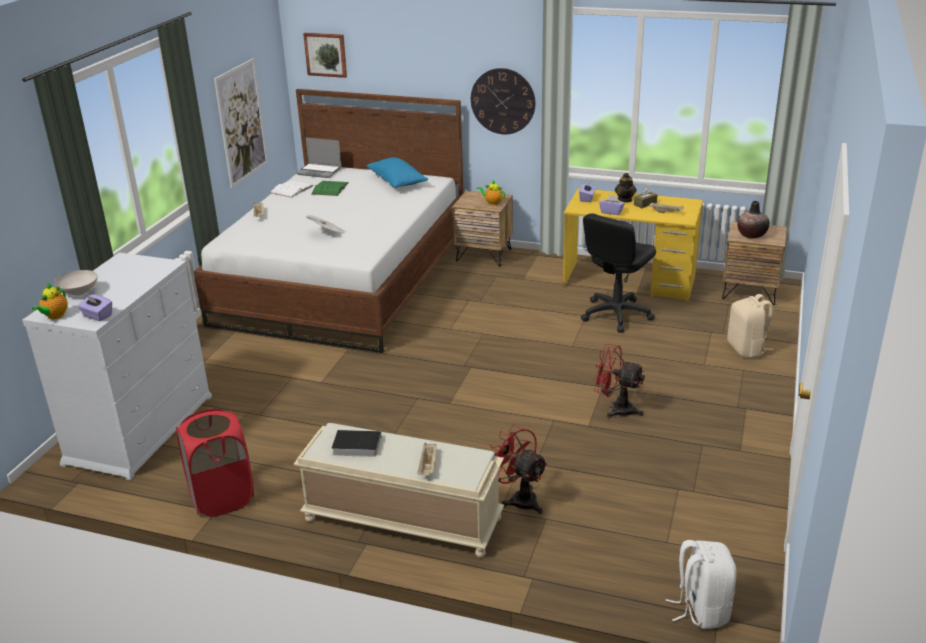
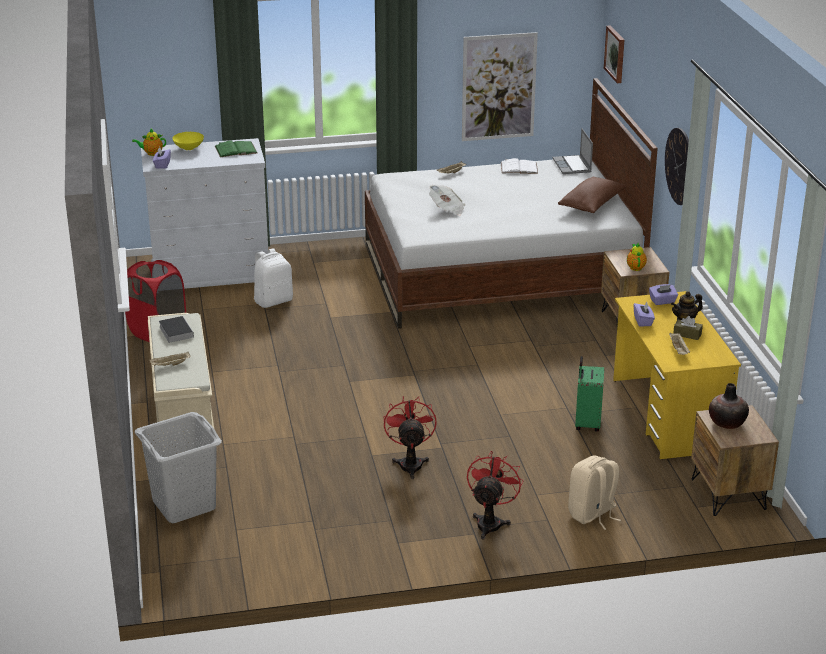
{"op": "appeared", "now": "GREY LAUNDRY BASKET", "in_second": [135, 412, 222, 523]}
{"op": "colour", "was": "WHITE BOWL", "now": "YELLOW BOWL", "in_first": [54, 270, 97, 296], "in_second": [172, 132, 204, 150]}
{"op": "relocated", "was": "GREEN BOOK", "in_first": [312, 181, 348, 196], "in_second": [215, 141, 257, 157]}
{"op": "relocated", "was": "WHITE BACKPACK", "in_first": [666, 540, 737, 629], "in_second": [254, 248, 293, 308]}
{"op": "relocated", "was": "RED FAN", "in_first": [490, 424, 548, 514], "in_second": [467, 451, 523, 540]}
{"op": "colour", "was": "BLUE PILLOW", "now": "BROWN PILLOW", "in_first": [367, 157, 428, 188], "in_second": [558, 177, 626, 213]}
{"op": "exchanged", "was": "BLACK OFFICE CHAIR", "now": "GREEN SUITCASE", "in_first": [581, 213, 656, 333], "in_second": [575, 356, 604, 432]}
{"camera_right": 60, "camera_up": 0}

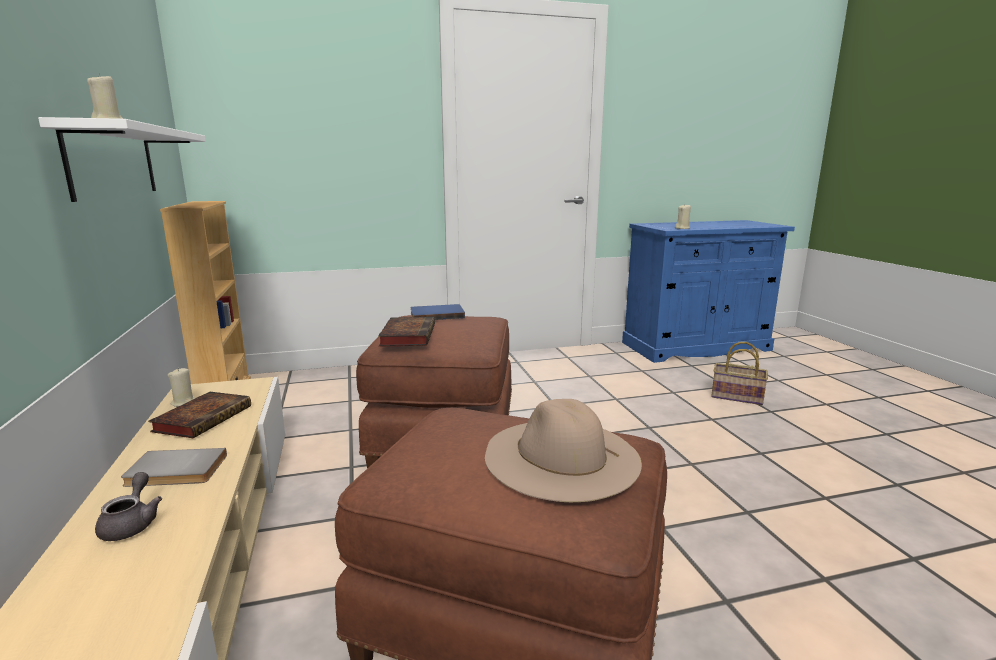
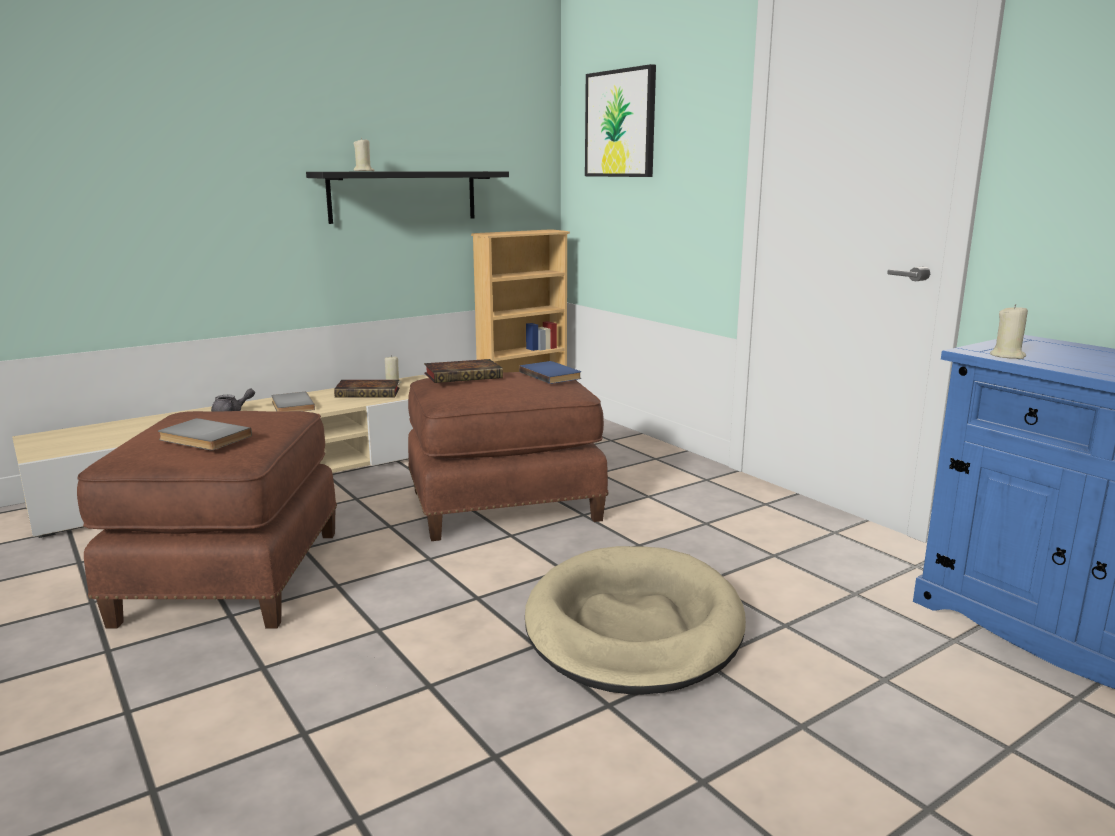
{"op": "exchanged", "was": "BEIGE HAT", "now": "GREY BOOK", "in_first": [485, 399, 642, 502], "in_second": [158, 418, 252, 450]}
{"op": "colour", "was": "WHITE SHELF", "now": "BLACK SHELF", "in_first": [38, 117, 206, 202], "in_second": [306, 171, 509, 224]}
{"op": "appeared", "now": "BEIGE DOG BED", "in_second": [525, 546, 746, 694]}
{"op": "appeared", "now": "PICTURE", "in_second": [585, 64, 656, 177]}
{"op": "missing", "was": "BASKET", "in_first": [711, 342, 768, 405]}
{"camera_right": 70, "camera_up": 0}

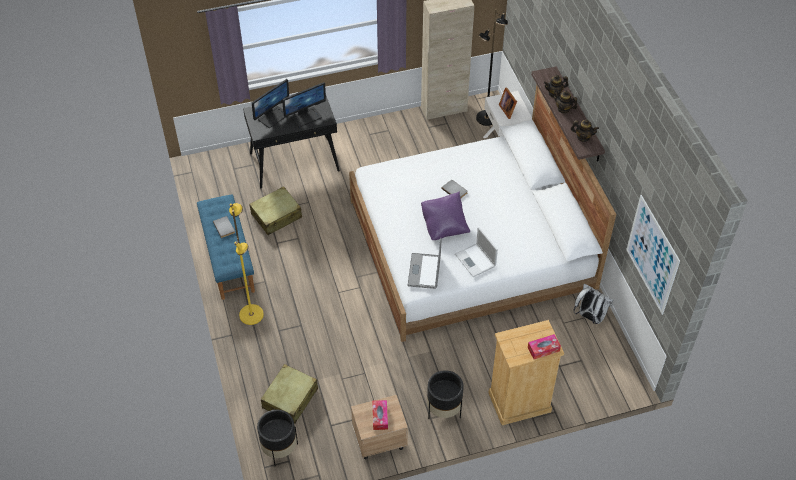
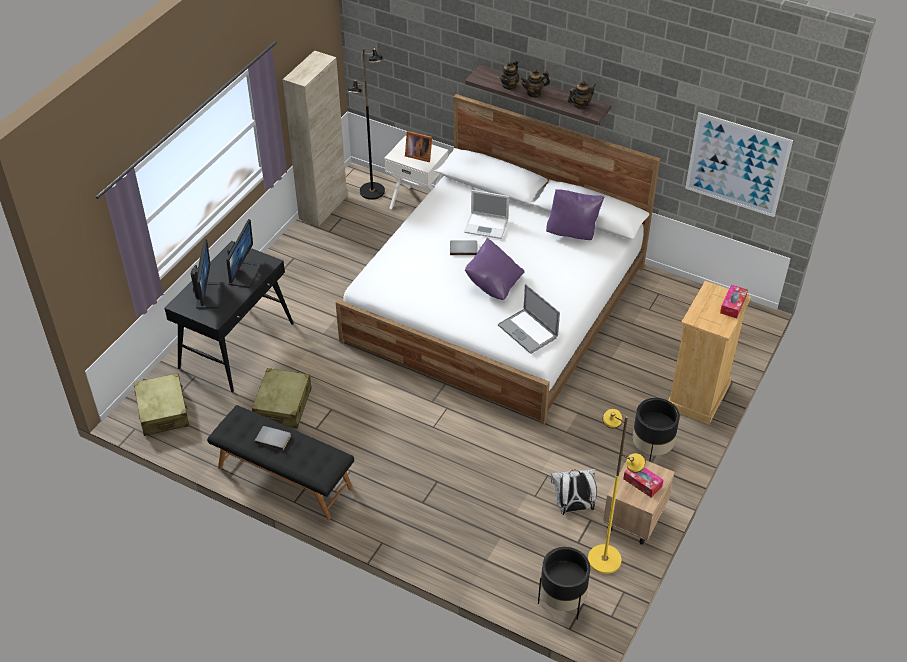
{"op": "relocated", "was": "BEIGE SUITCASE", "in_first": [261, 364, 318, 424], "in_second": [133, 373, 189, 436]}
{"op": "colour", "was": "BLUE BENCH", "now": "BLACK BENCH", "in_first": [197, 194, 255, 300], "in_second": [207, 405, 354, 520]}
{"op": "relocated", "was": "LAPTOP", "in_first": [455, 227, 498, 277], "in_second": [464, 190, 509, 239]}
{"op": "appeared", "now": "PURPLE PILLOW", "in_second": [546, 189, 604, 240]}
{"op": "relocated", "was": "WHITE BACKPACK", "in_first": [574, 284, 613, 324], "in_second": [551, 469, 597, 515]}
{"op": "relocated", "was": "YELLOW FLOOR LAMP", "in_first": [229, 203, 264, 325], "in_second": [588, 409, 646, 574]}
{"camera_right": -45, "camera_up": -5}

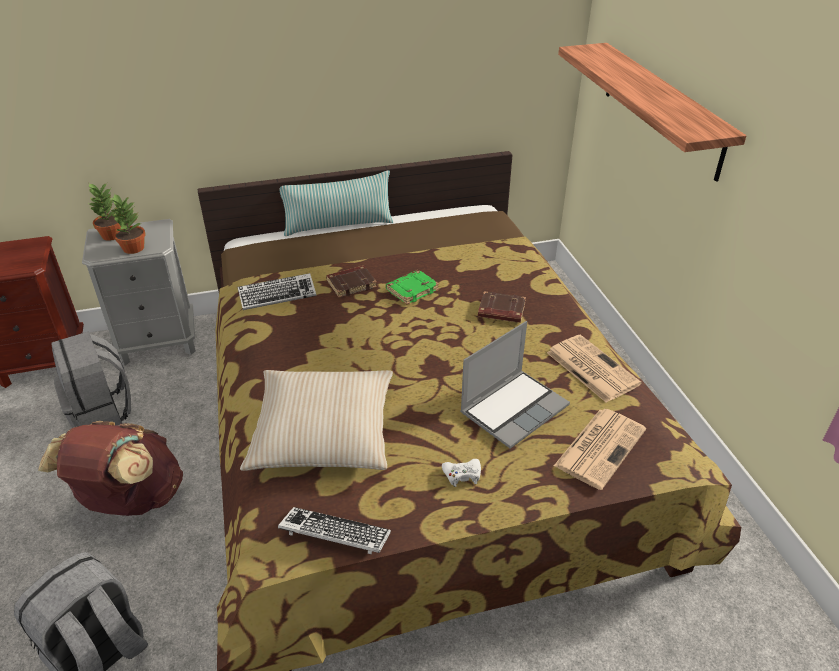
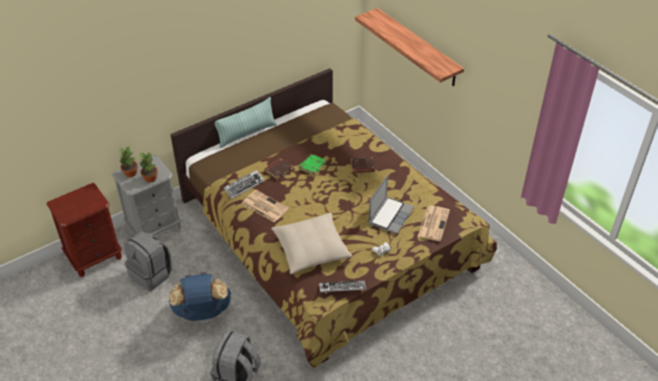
{"op": "colour", "was": "BROWN BACKPACK", "now": "BLUE BACKPACK", "in_first": [38, 421, 183, 516], "in_second": [169, 272, 232, 321]}
{"op": "relocated", "was": "NEWSPAPER", "in_first": [547, 335, 642, 403], "in_second": [242, 190, 289, 223]}
{"camera_right": -20, "camera_up": 5}

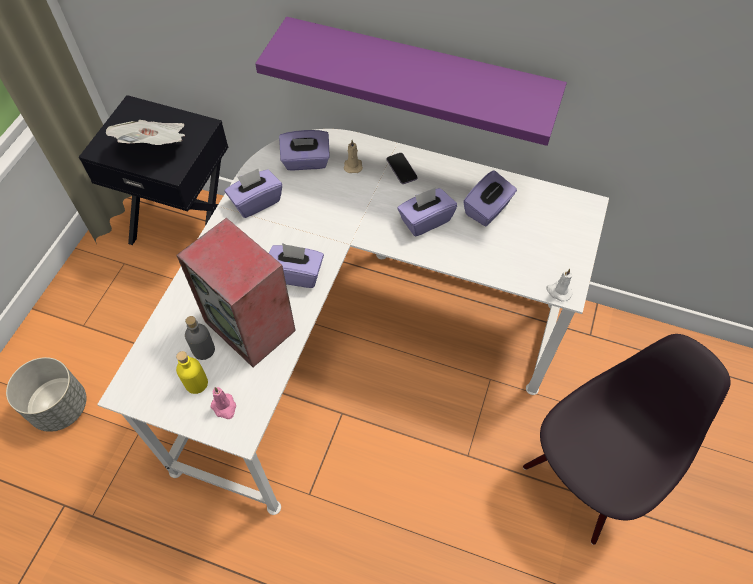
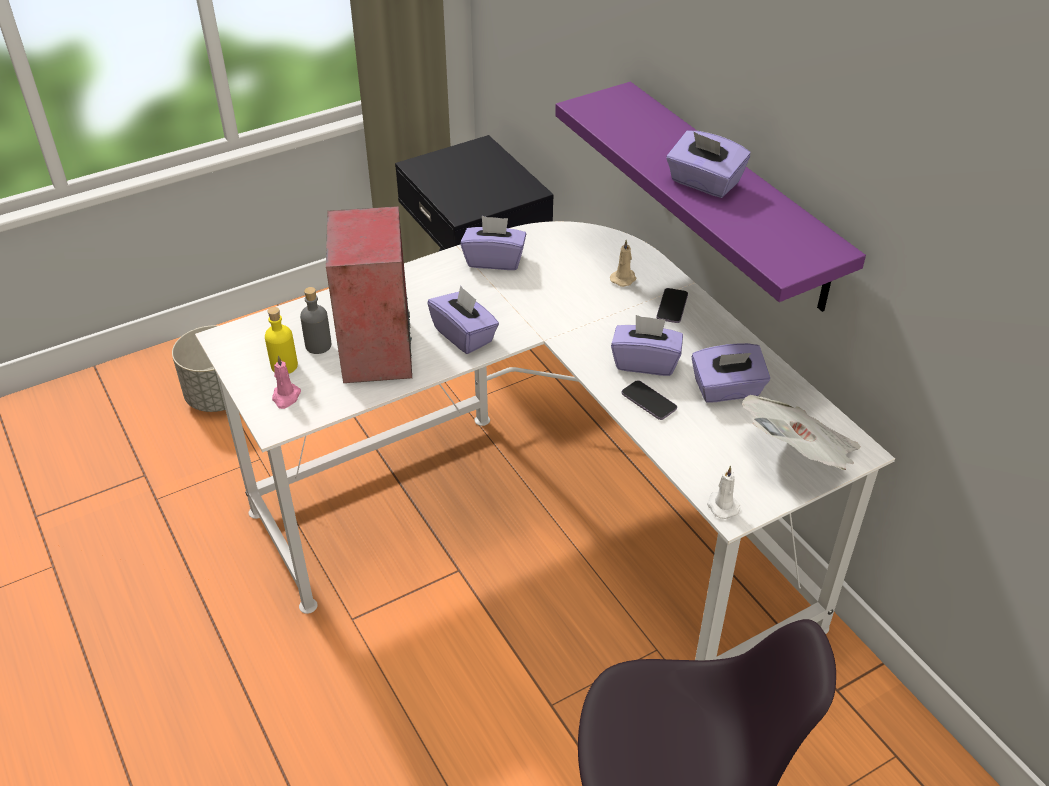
{"op": "appeared", "now": "PHONE", "in_second": [622, 380, 677, 420]}
{"op": "relocated", "was": "PURPLE TISSUE BOX", "in_first": [279, 130, 330, 170], "in_second": [666, 131, 751, 198]}
{"op": "relocated", "was": "NEWSPAPER", "in_first": [106, 120, 185, 145], "in_second": [742, 395, 860, 470]}
{"camera_right": 40, "camera_up": -15}

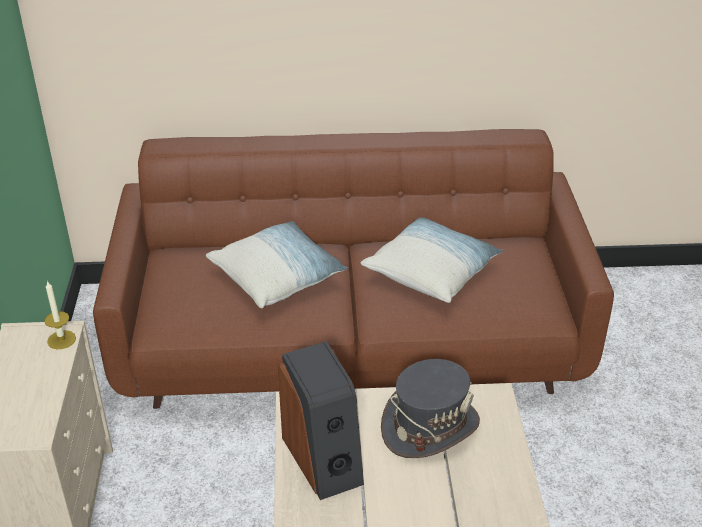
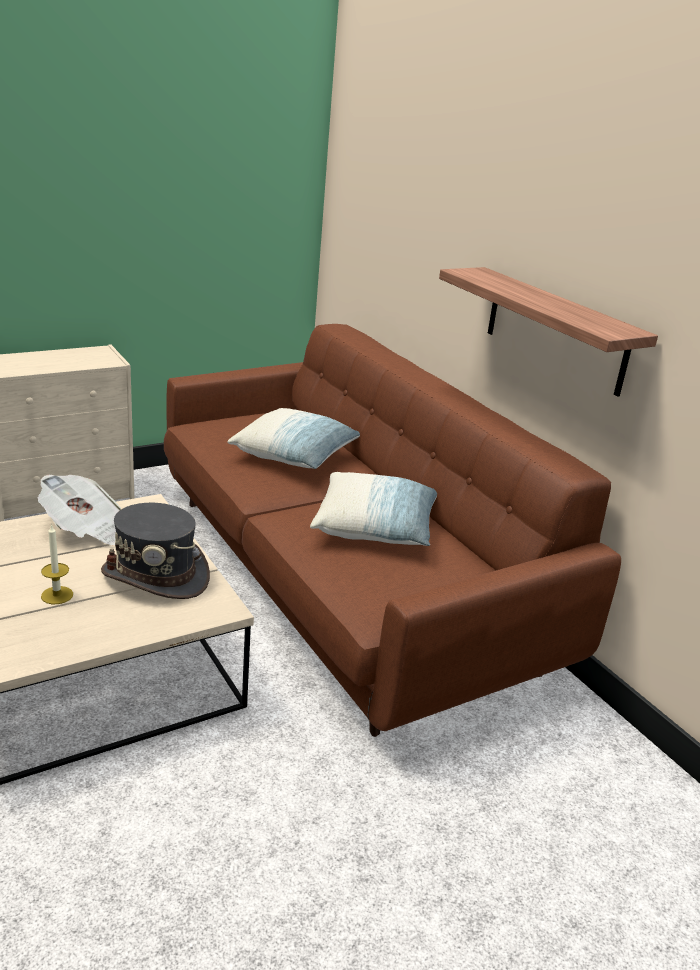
{"op": "exchanged", "was": "SPEAKER", "now": "NEWSPAPER", "in_first": [278, 341, 364, 500], "in_second": [37, 475, 121, 545]}
{"op": "relocated", "was": "CANDLE", "in_first": [44, 281, 76, 349], "in_second": [41, 524, 73, 604]}
{"op": "appeared", "now": "SHELF", "in_second": [439, 267, 658, 396]}
{"camera_right": 60, "camera_up": -10}

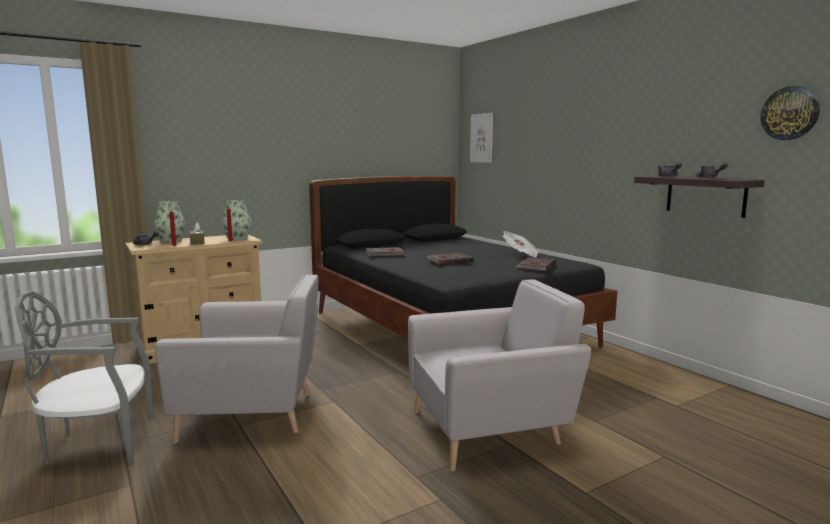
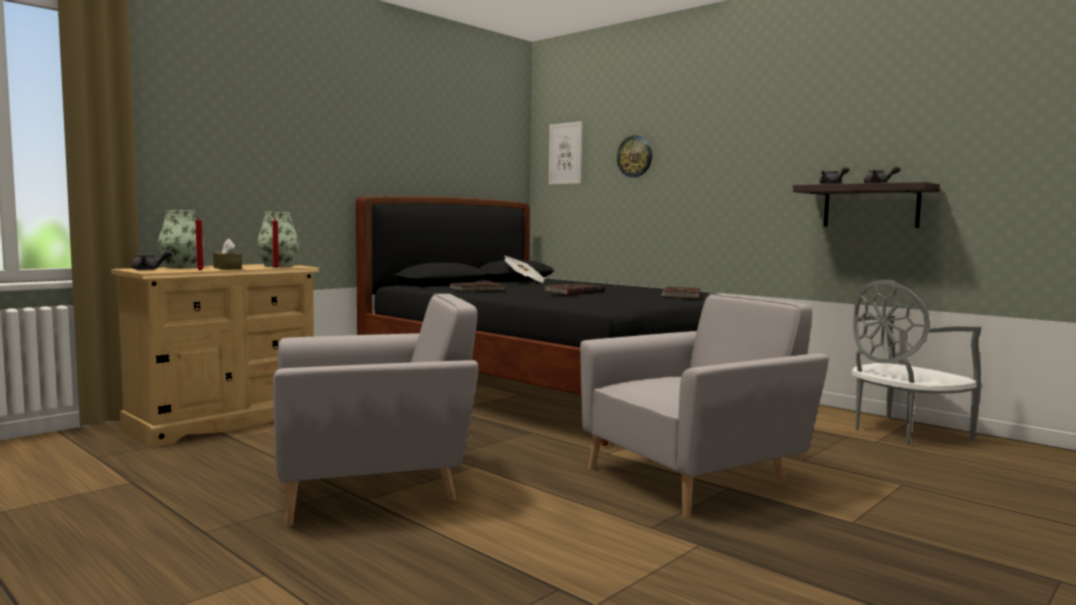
{"op": "relocated", "was": "NEWSPAPER", "in_first": [503, 231, 539, 257], "in_second": [505, 256, 545, 283]}
{"op": "relocated", "was": "WALL CLOCK", "in_first": [760, 86, 820, 140], "in_second": [617, 135, 652, 177]}
{"op": "relocated", "was": "GREY CHAIR", "in_first": [15, 291, 154, 465], "in_second": [851, 280, 981, 445]}
{"camera_right": -15, "camera_up": -5}

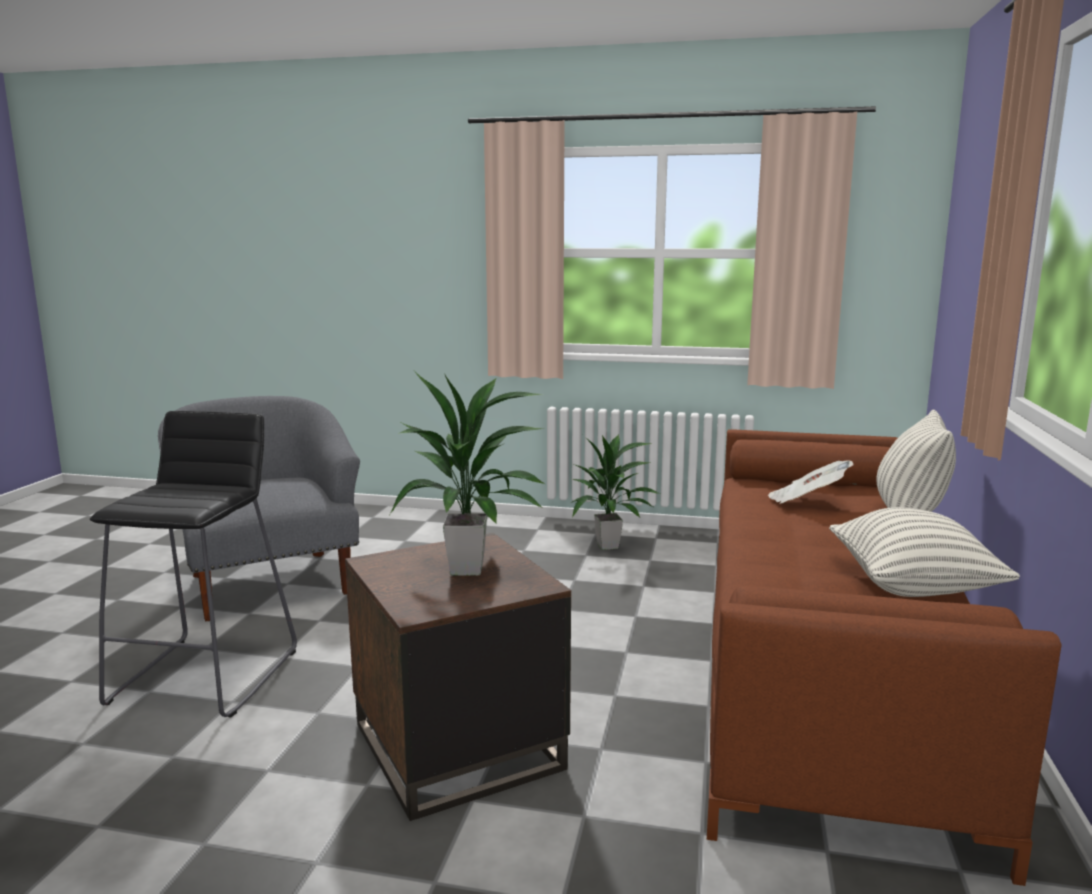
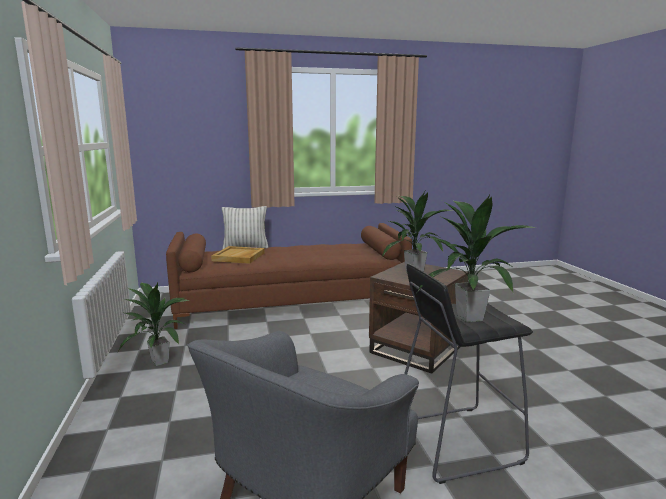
{"op": "exchanged", "was": "NEWSPAPER", "now": "BEIGE TRAY", "in_first": [768, 460, 854, 504], "in_second": [211, 246, 265, 264]}
{"op": "appeared", "now": "POTTED PLANT", "in_second": [417, 195, 537, 322]}
{"op": "missing", "was": "PILLOW", "in_first": [829, 507, 1020, 597]}
{"camera_right": -115, "camera_up": 0}

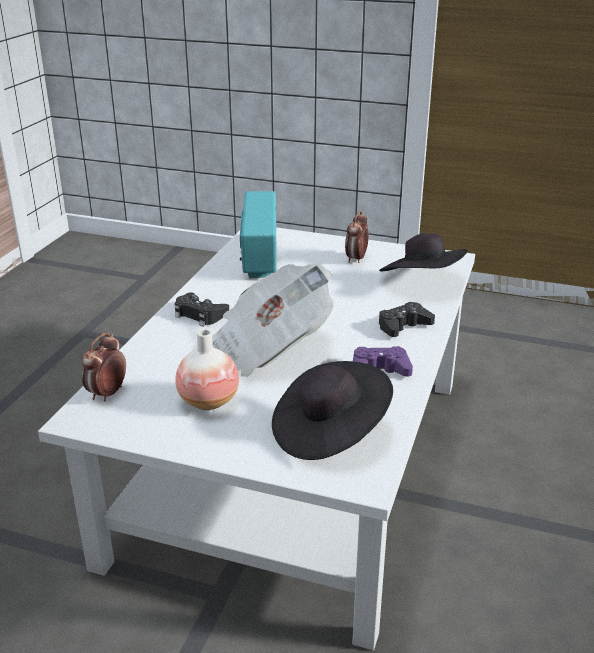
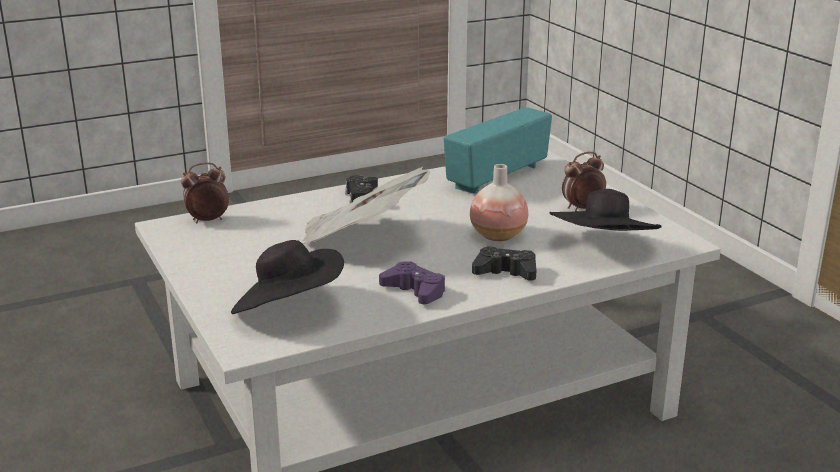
{"op": "relocated", "was": "VASE", "in_first": [175, 329, 239, 410], "in_second": [470, 164, 528, 241]}
{"camera_right": 45, "camera_up": -5}

